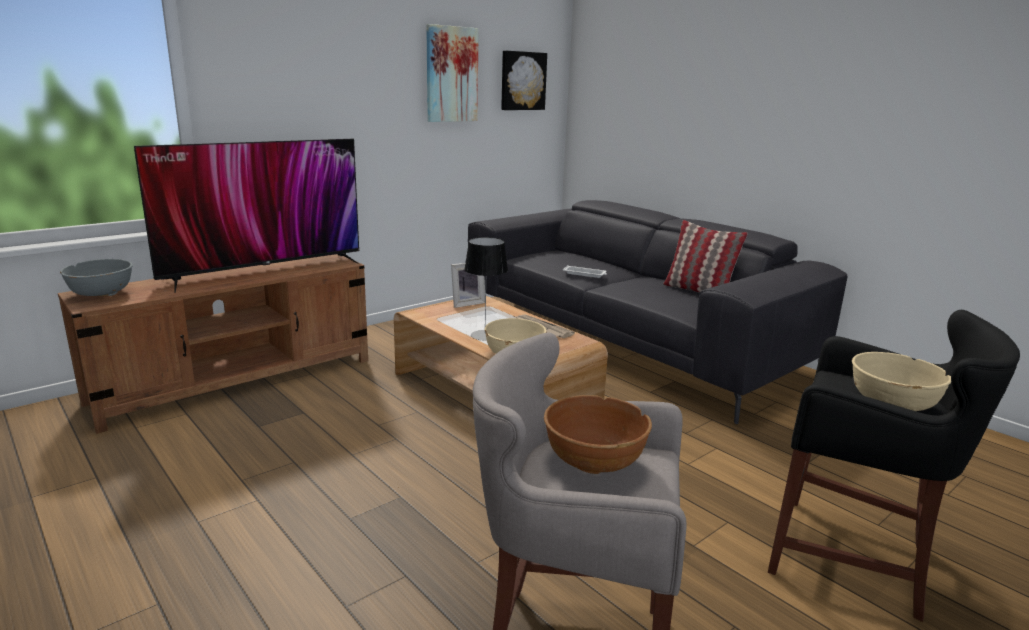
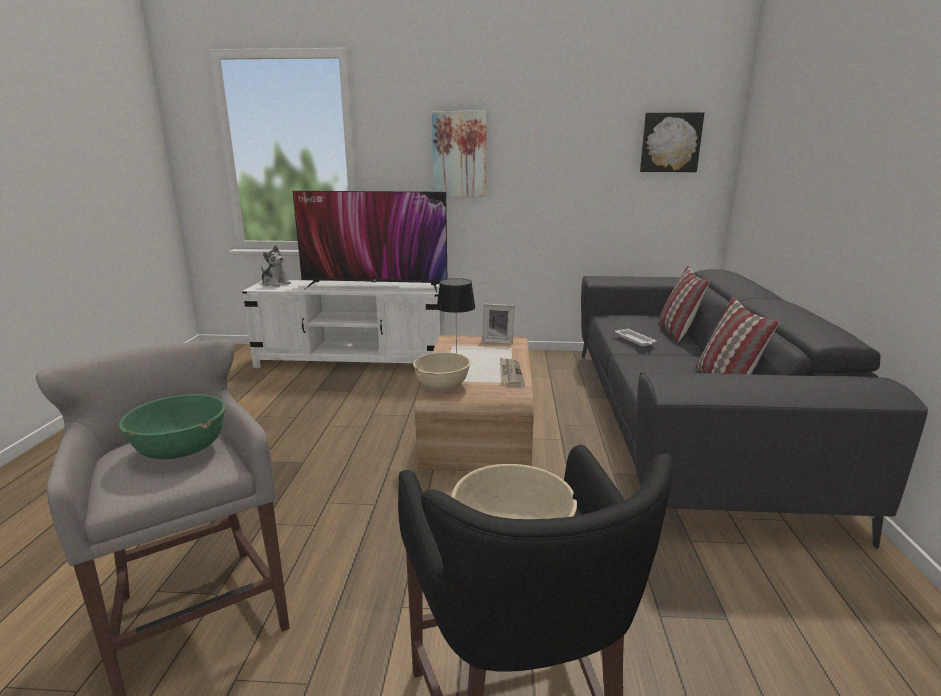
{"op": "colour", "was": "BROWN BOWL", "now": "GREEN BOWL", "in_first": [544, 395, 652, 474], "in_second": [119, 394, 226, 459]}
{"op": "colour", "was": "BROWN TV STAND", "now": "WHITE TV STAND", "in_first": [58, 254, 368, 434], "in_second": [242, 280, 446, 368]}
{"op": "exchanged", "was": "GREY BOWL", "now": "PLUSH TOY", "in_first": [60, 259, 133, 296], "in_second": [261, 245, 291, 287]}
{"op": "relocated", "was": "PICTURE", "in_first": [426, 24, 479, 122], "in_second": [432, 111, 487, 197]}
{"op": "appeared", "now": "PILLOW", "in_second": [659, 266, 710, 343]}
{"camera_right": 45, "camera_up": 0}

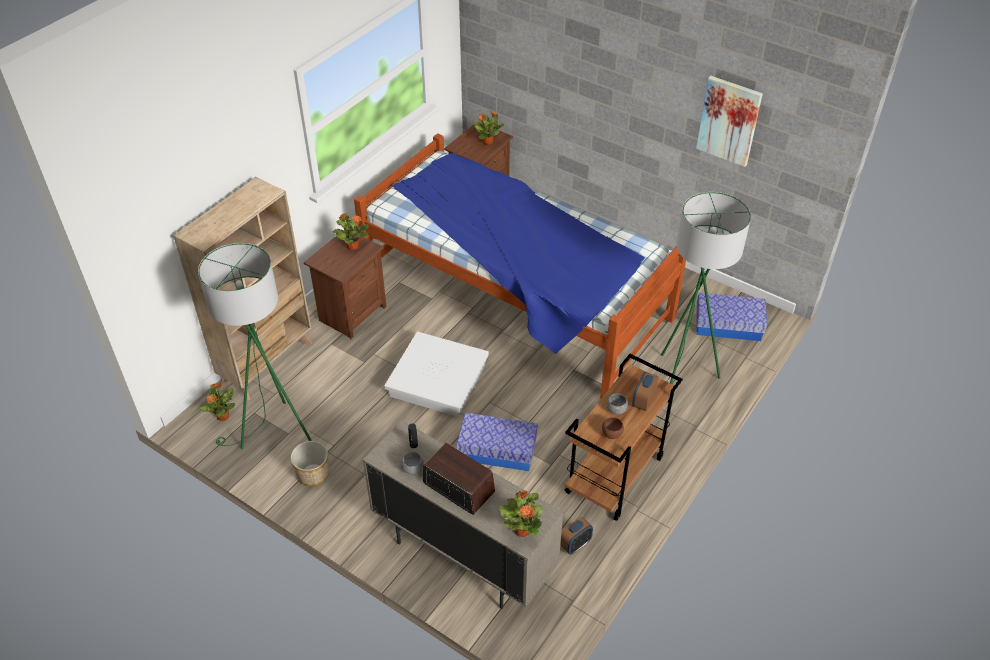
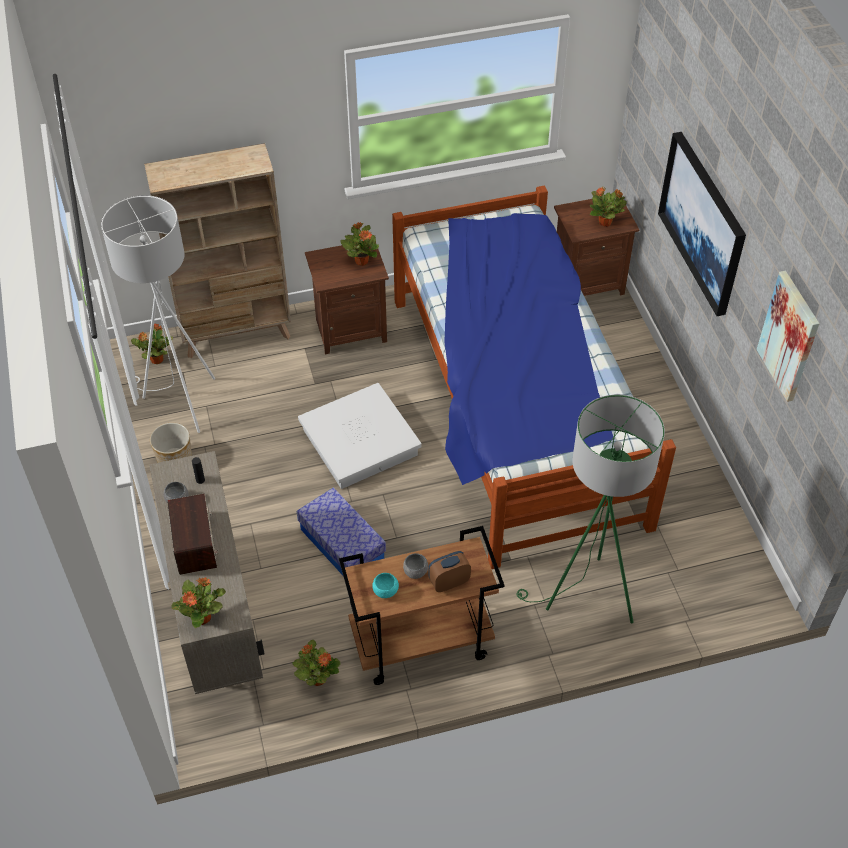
{"op": "colour", "was": "GREEN FLOOR LAMP", "now": "WHITE FLOOR LAMP", "in_first": [198, 243, 312, 449], "in_second": [101, 195, 215, 433]}
{"op": "exchanged", "was": "ALARM CLOCK", "now": "POTTED PLANT", "in_first": [560, 517, 593, 555], "in_second": [292, 640, 341, 686]}
{"op": "colour", "was": "BROWN BOWL", "now": "TURQUOISE BOWL", "in_first": [602, 417, 624, 439], "in_second": [372, 573, 399, 598]}
{"op": "appeared", "now": "PICTURE", "in_second": [658, 132, 746, 316]}
{"op": "missing", "was": "STORAGE BOX", "in_first": [697, 293, 767, 341]}
{"camera_right": 40, "camera_up": 5}

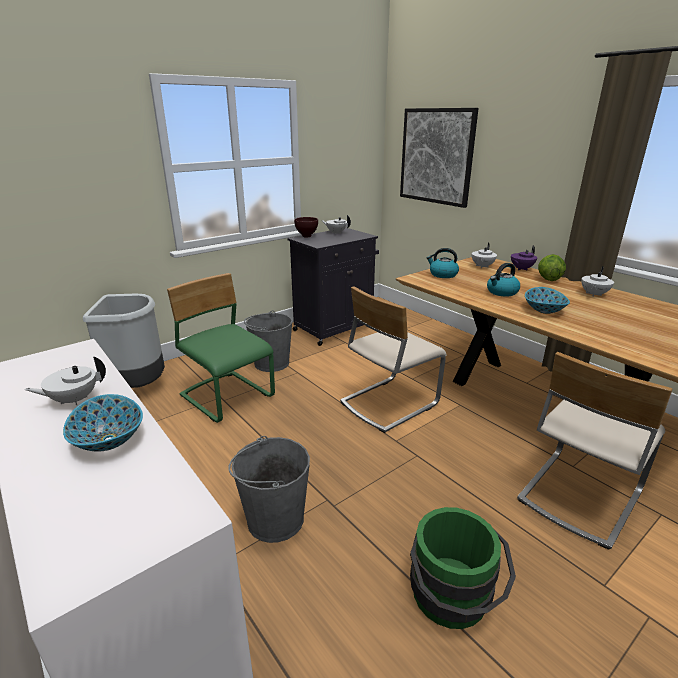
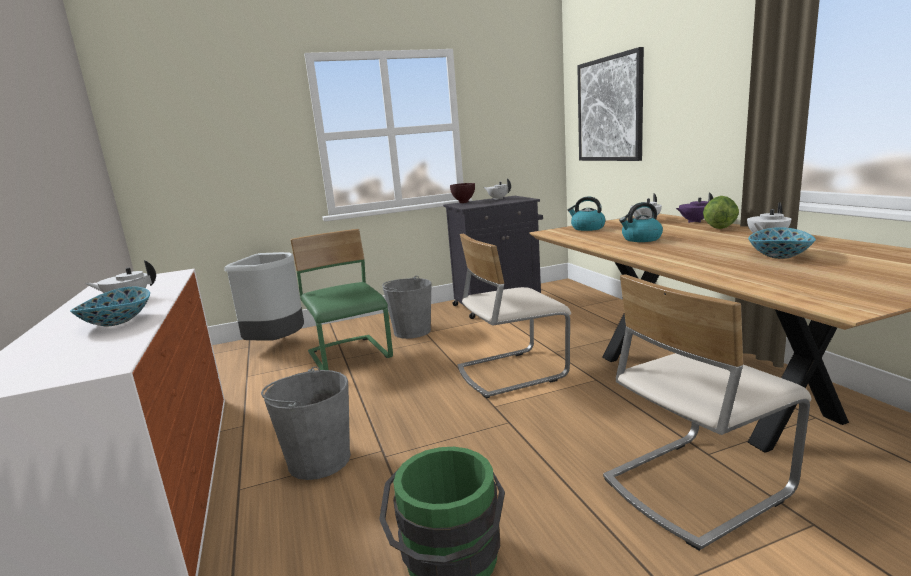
{"op": "relocated", "was": "BOWL", "in_first": [525, 287, 570, 314], "in_second": [748, 227, 816, 259]}
{"camera_right": 20, "camera_up": -10}

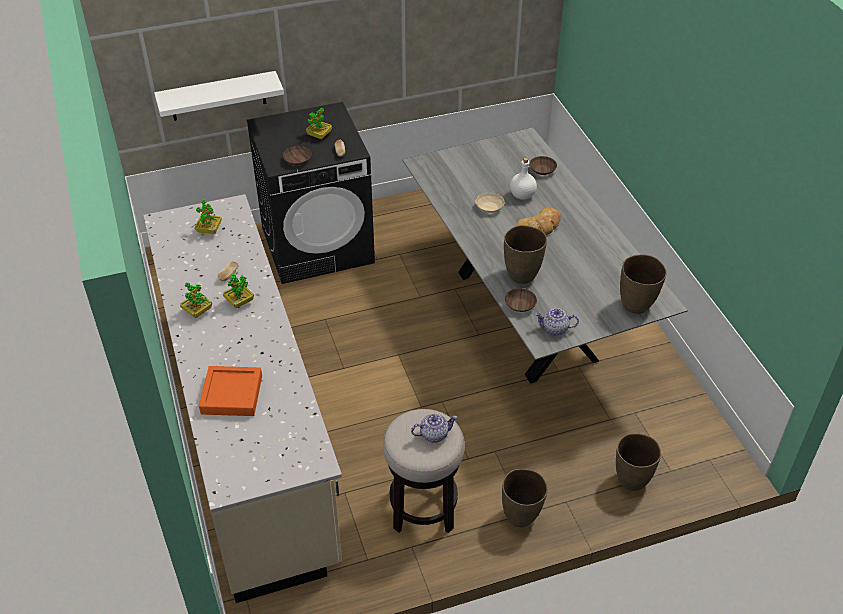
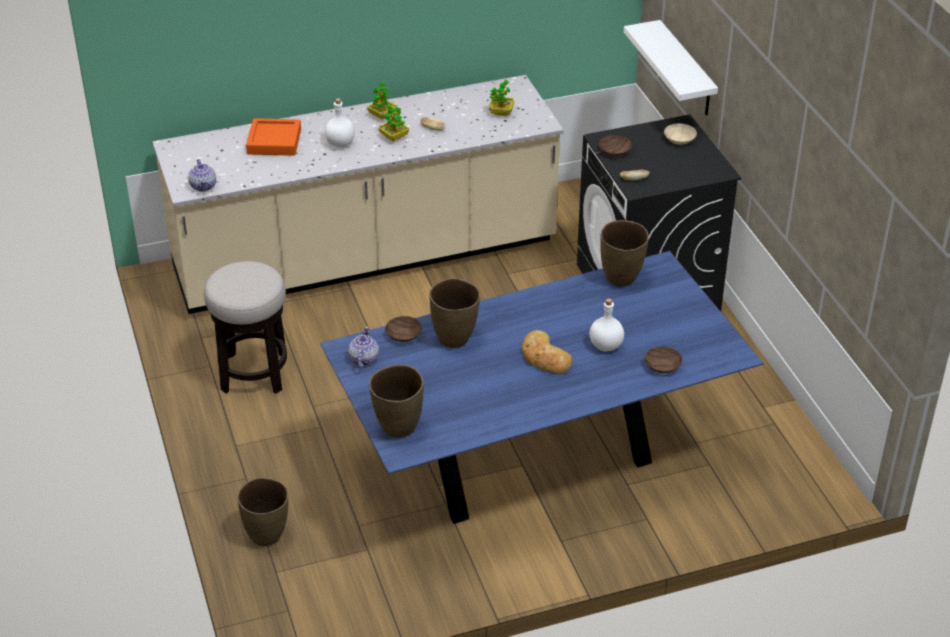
{"op": "relocated", "was": "TEAPOT", "in_first": [411, 414, 458, 443], "in_second": [188, 159, 216, 192]}
{"op": "colour", "was": "GREY DINING TABLE", "now": "BLUE DINING TABLE", "in_first": [403, 127, 688, 384], "in_second": [320, 251, 763, 524]}
{"op": "appeared", "now": "WHITE BOTTLE", "in_second": [325, 98, 355, 147]}
{"op": "relocated", "was": "BROWN VASE", "in_first": [502, 469, 548, 527], "in_second": [600, 220, 649, 287]}
{"op": "relocated", "was": "BEIGE BOWL", "in_first": [476, 193, 504, 213], "in_second": [664, 124, 697, 145]}
{"op": "missing", "was": "POTTED PLANT", "in_first": [306, 108, 332, 139]}
{"camera_right": 90, "camera_up": -5}

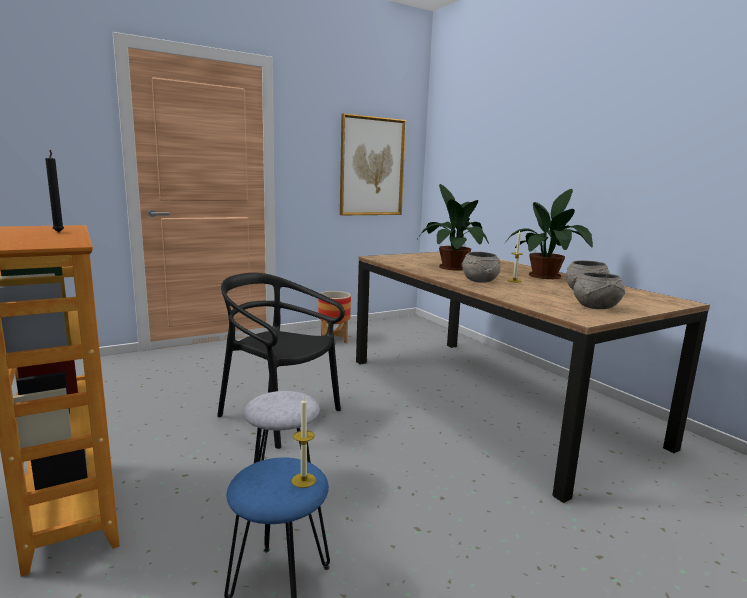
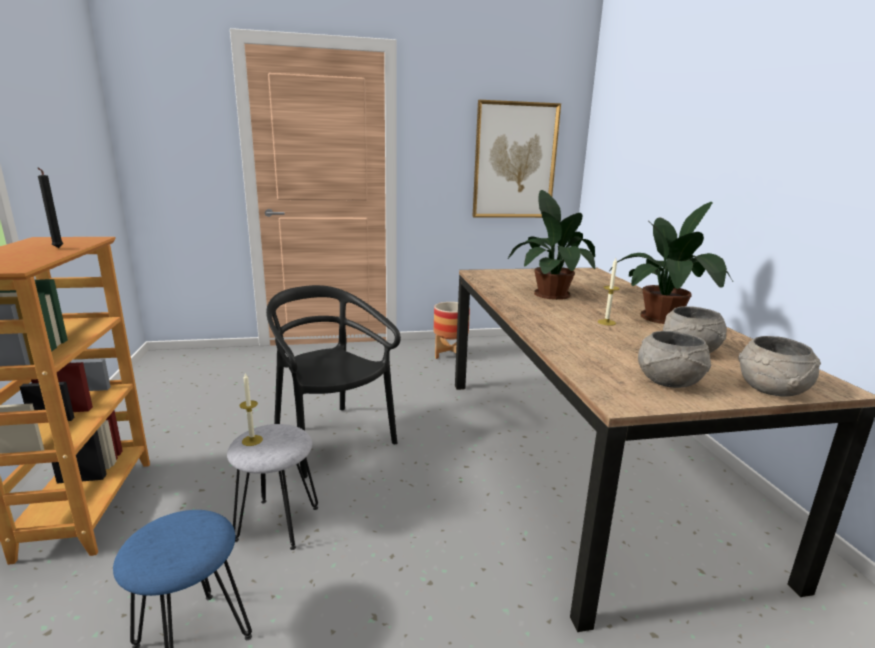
{"op": "relocated", "was": "CANDLE", "in_first": [292, 397, 316, 488], "in_second": [239, 373, 263, 446]}
{"op": "relocated", "was": "GREY BOWL", "in_first": [462, 252, 501, 283], "in_second": [739, 336, 821, 397]}
{"camera_right": 20, "camera_up": 5}

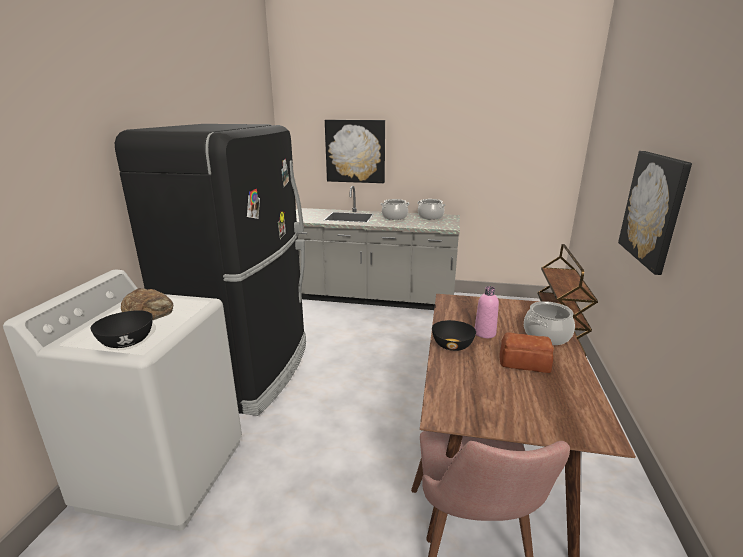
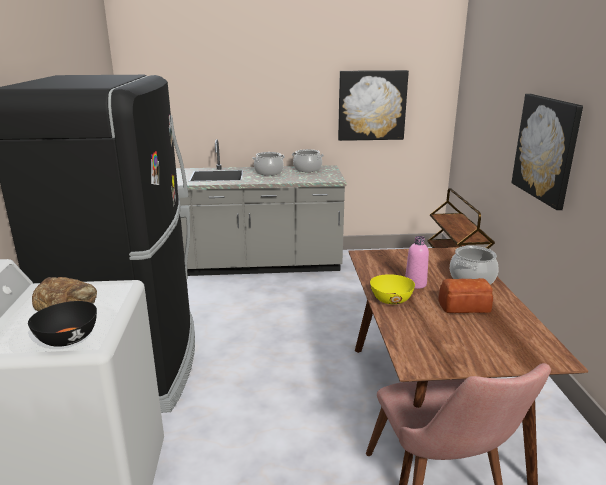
{"op": "relocated", "was": "PICTURE", "in_first": [325, 120, 385, 183], "in_second": [338, 70, 409, 141]}
{"op": "colour", "was": "BLACK BOWL", "now": "YELLOW BOWL", "in_first": [432, 320, 476, 351], "in_second": [370, 274, 415, 304]}
{"camera_right": -15, "camera_up": 0}

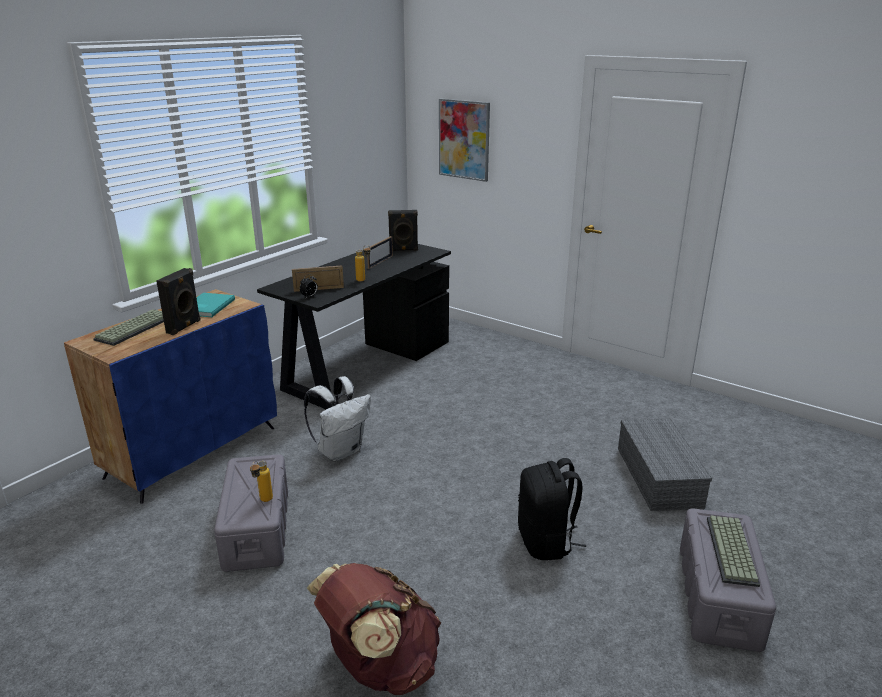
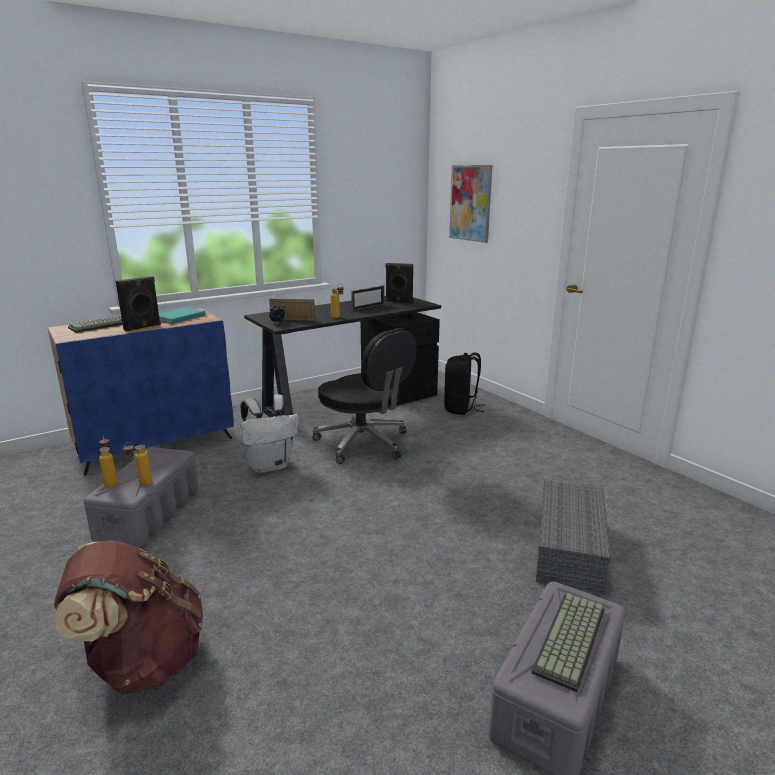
{"op": "appeared", "now": "BOTTLE", "in_second": [99, 436, 117, 487]}
{"op": "appeared", "now": "BLACK OFFICE CHAIR", "in_second": [312, 328, 416, 464]}
{"op": "relocated", "was": "BLACK BACKPACK", "in_first": [518, 458, 586, 560], "in_second": [444, 352, 484, 415]}
{"camera_right": 20, "camera_up": -5}

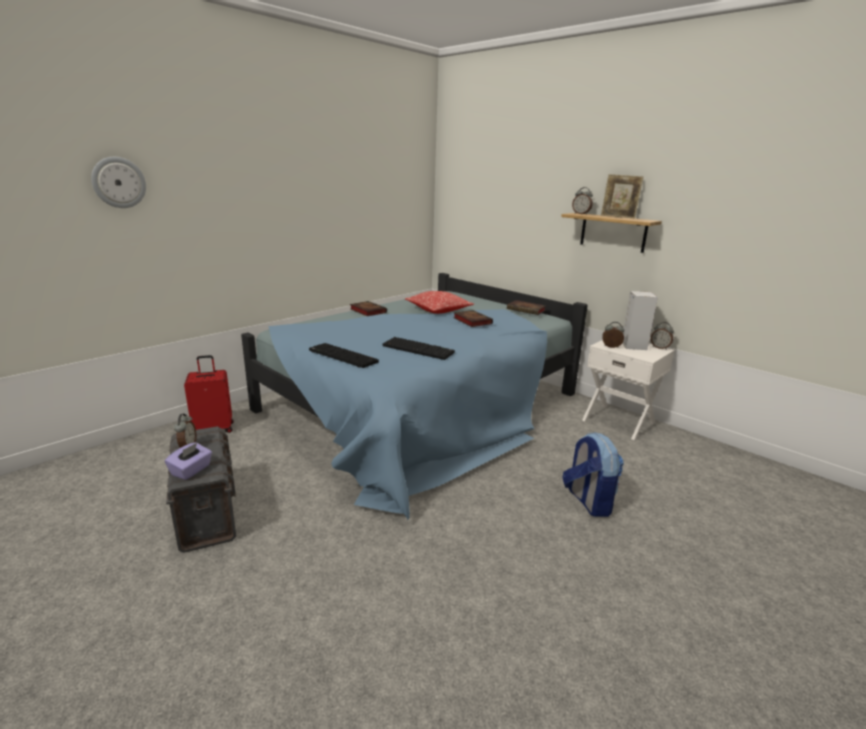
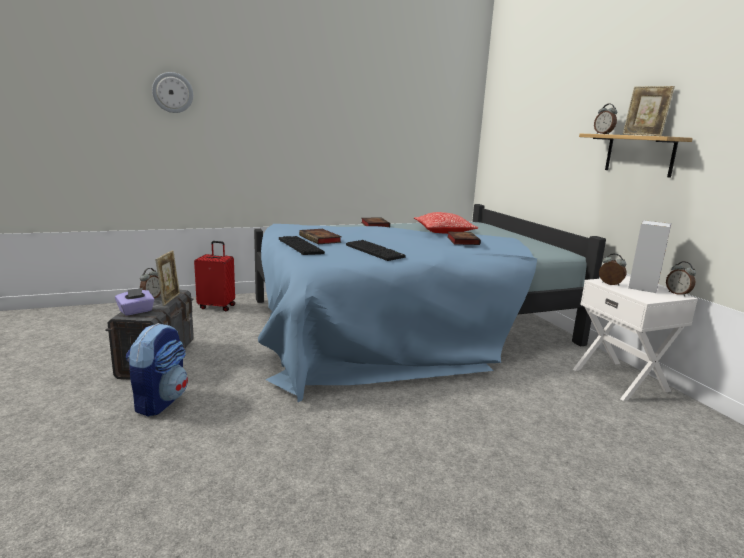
{"op": "relocated", "was": "BACKPACK", "in_first": [563, 432, 624, 517], "in_second": [126, 323, 188, 416]}
{"op": "appeared", "now": "PICTURE FRAME", "in_second": [155, 251, 180, 306]}
{"op": "relocated", "was": "BOOK", "in_first": [507, 300, 546, 315], "in_second": [299, 229, 342, 244]}
{"camera_right": 25, "camera_up": -5}

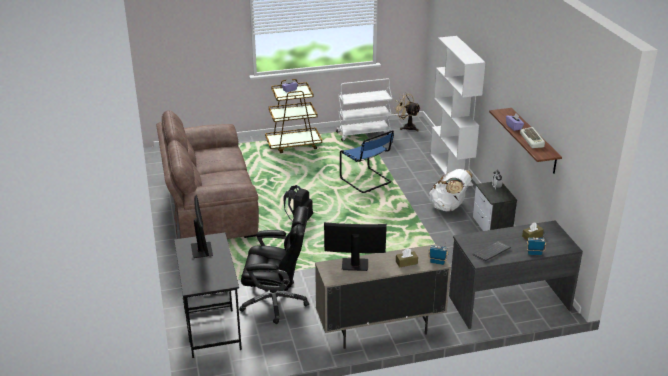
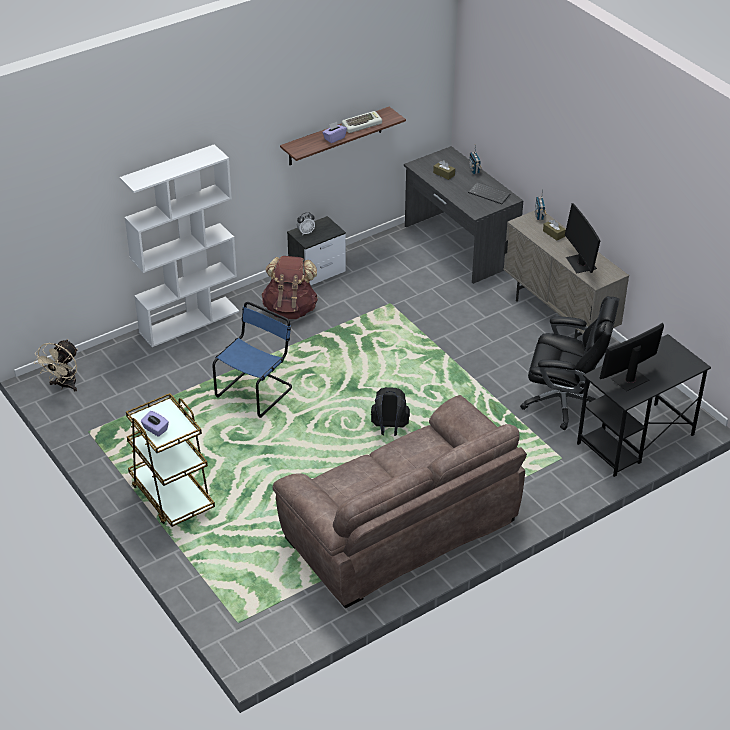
{"op": "colour", "was": "WHITE BACKPACK", "now": "BROWN BACKPACK", "in_first": [429, 169, 472, 211], "in_second": [261, 256, 318, 319]}
{"op": "spun", "was": "BLACK OFFICE CHAIR", "in_first": [239, 206, 309, 324], "in_second": [521, 296, 619, 430], "clockwise": 120}
{"op": "missing", "was": "WHITE CART", "in_first": [336, 78, 392, 141]}
{"camera_right": -110, "camera_up": 10}

